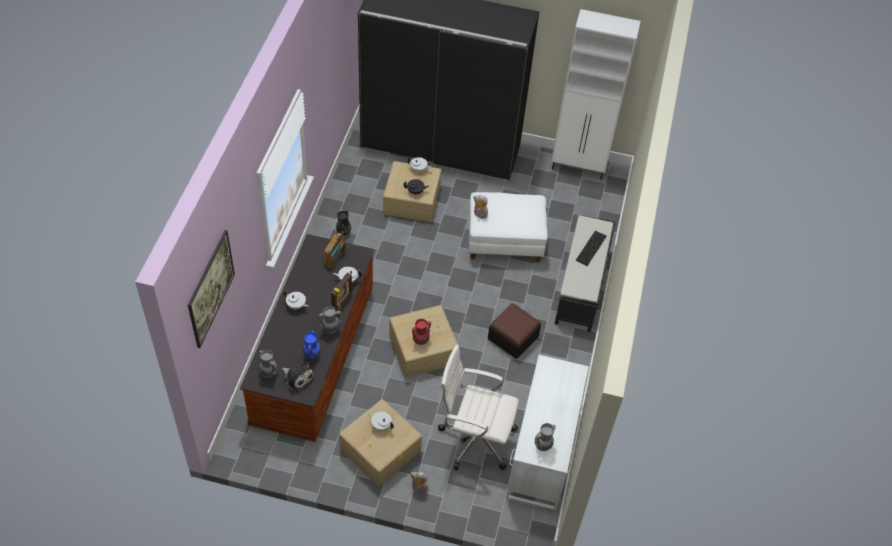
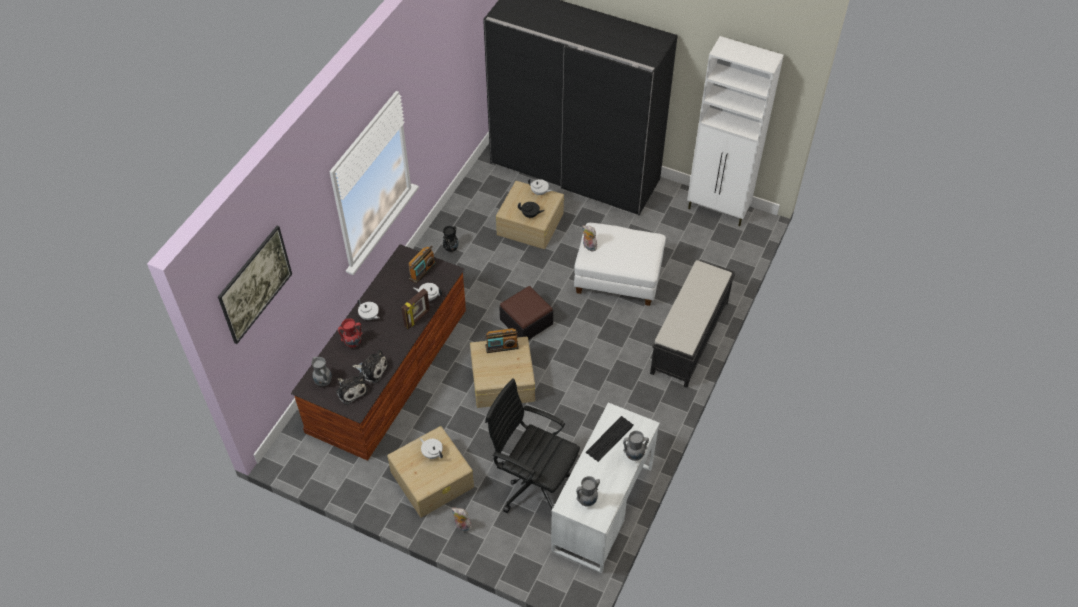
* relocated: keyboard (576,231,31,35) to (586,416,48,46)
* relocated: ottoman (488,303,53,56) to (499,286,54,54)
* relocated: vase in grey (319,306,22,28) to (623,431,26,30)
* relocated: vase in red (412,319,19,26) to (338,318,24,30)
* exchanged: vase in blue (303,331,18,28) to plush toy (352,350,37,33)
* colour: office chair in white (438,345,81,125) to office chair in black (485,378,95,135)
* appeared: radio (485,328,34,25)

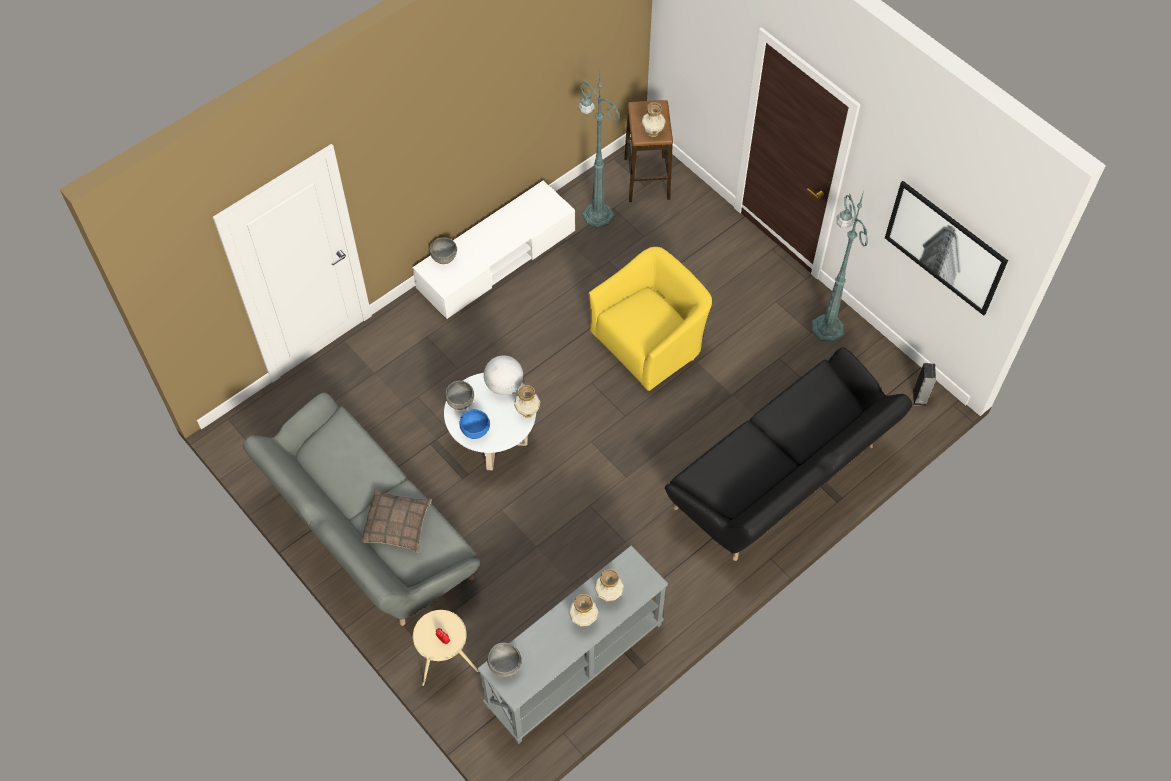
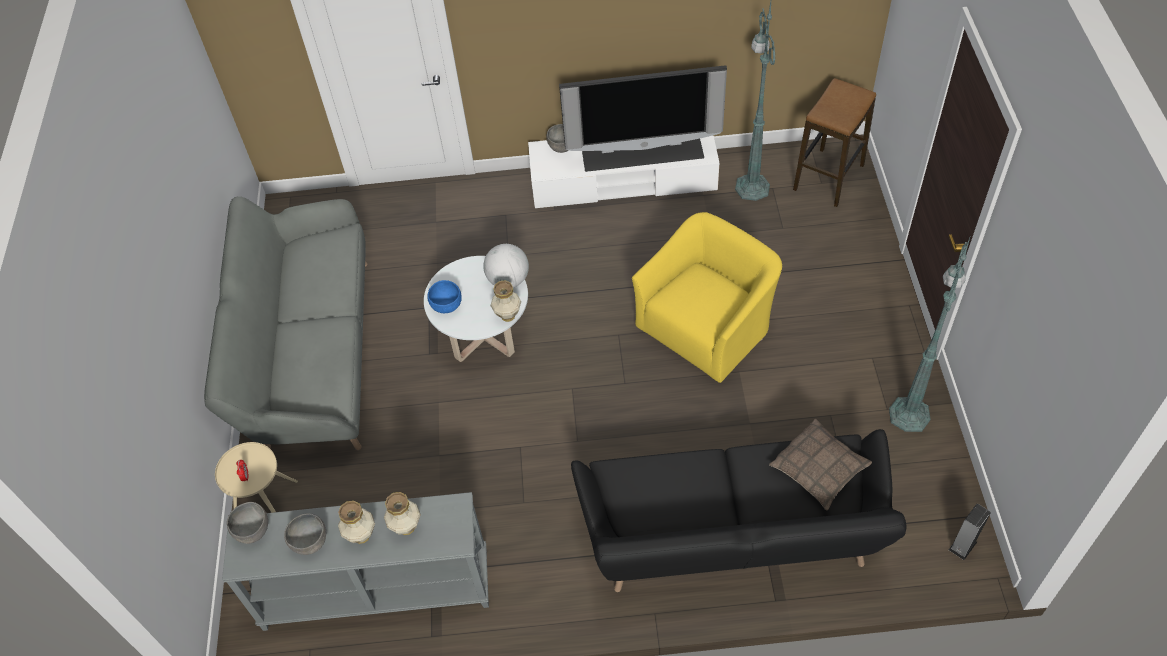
* missing: vase (642,103,24,34)
* missing: picture (885,181,123,135)
* spun: armchair in yellow (589,247,123,144) = (632,212,150,171) 45 degrees counterclockwise
* relocated: bowl in grey (445,381,29,29) to (284,513,42,42)
* relocated: pillow (362,490,70,62) to (769,419,103,92)
* appeared: television (559,65,168,107)

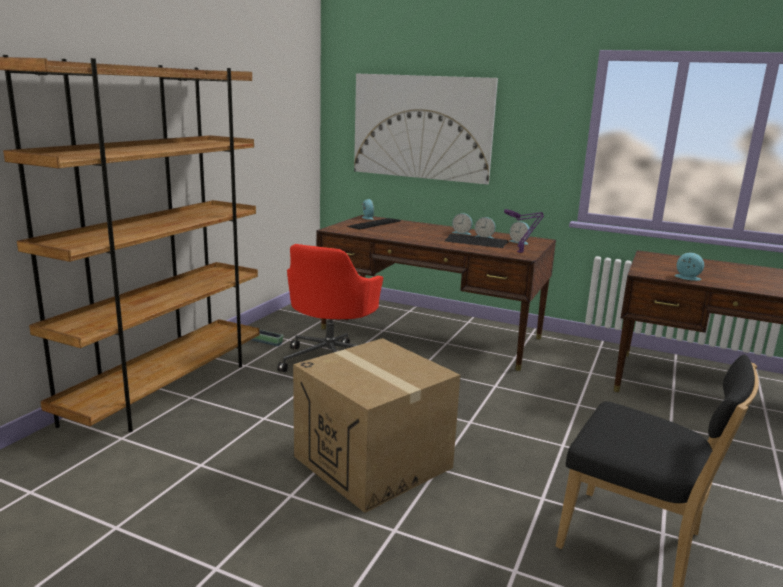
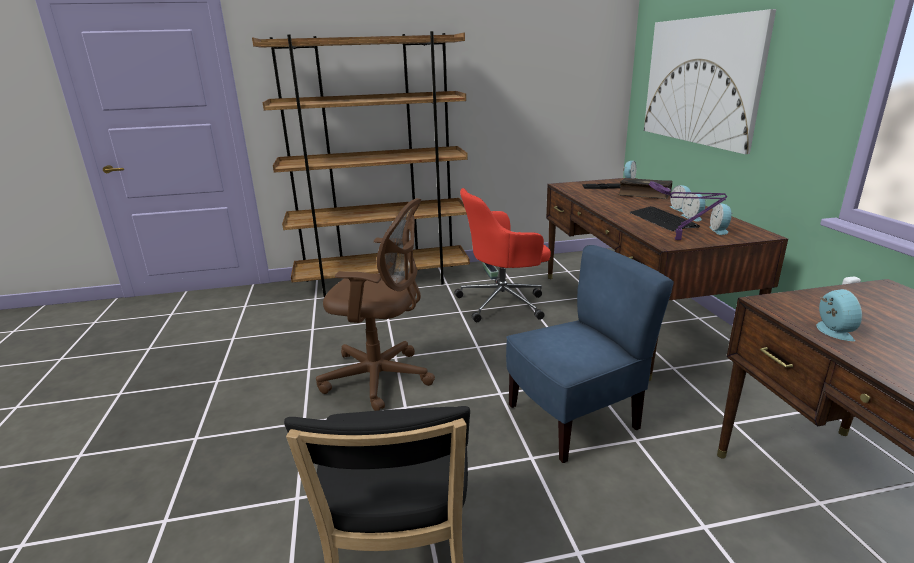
* exchanged: cardboard box (293,338,167,175) to office chair in brown (316,198,119,213)
* appeared: book (619,178,54,21)
* appeared: chair in blue (506,245,168,218)

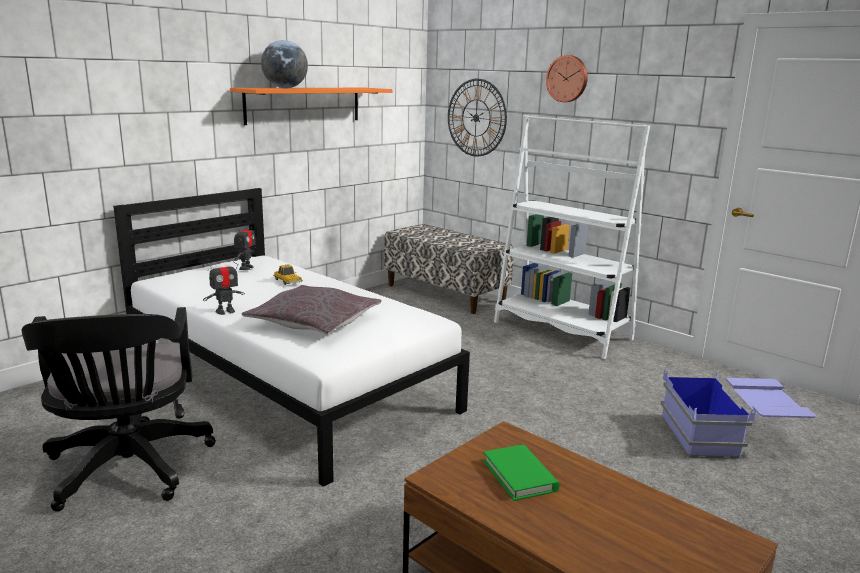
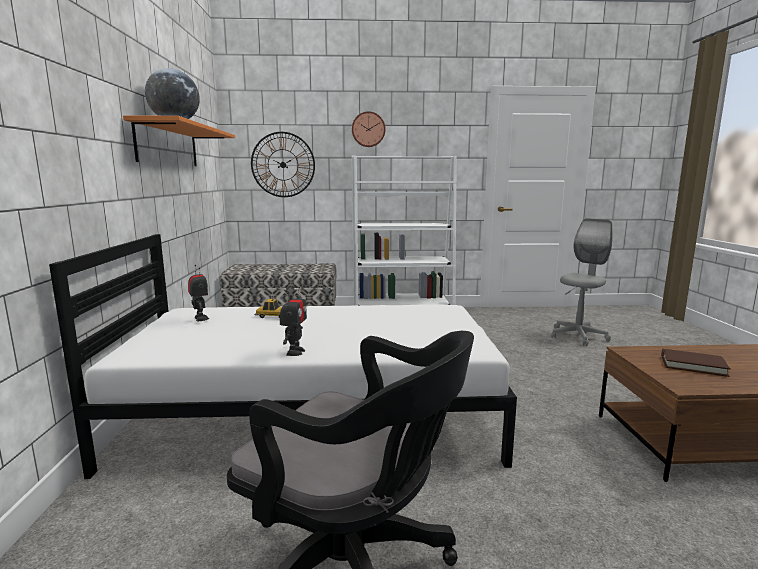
* missing: pillow in grey (242,285,140,49)
* exchanged: storage box in blue (660,370,156,89) to office chair in grey (551,218,62,128)
* colour: book in green (483,444,76,57) to book in brown (661,349,70,28)

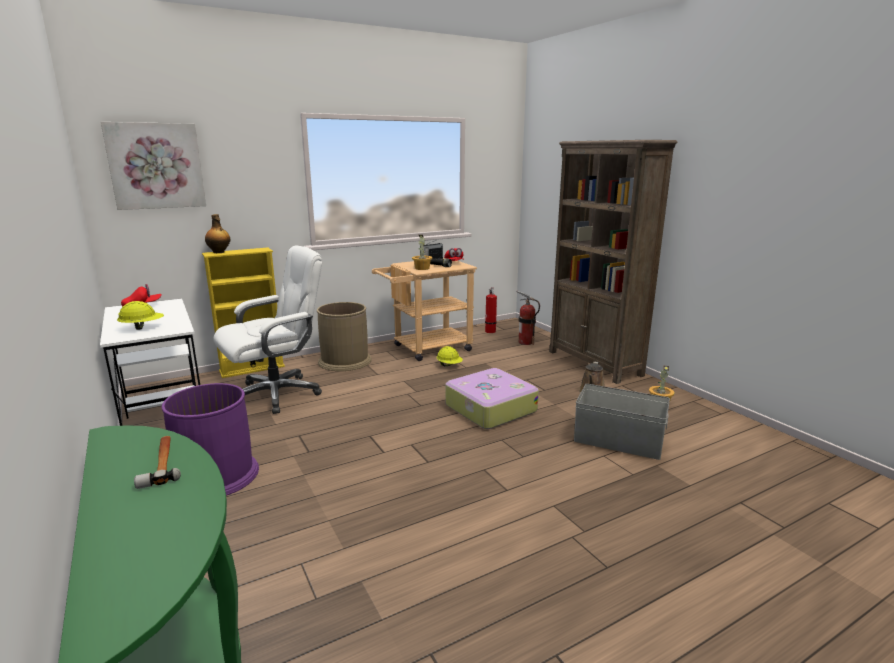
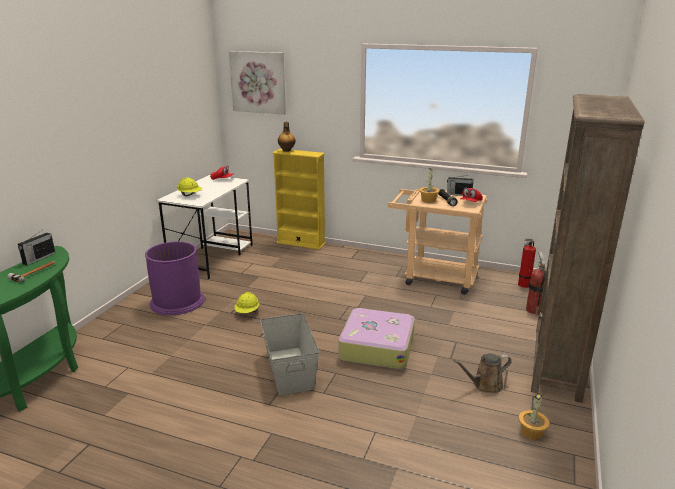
* missing: office chair in white (213,245,109,169)
* missing: trash can in brown (317,302,55,69)
* relocated: hard hat in yellow (437,346,26,20) to (234,292,26,21)
* relocated: storage box in grey (574,384,96,76) to (260,313,59,82)
* appeared: radio (18,231,37,34)

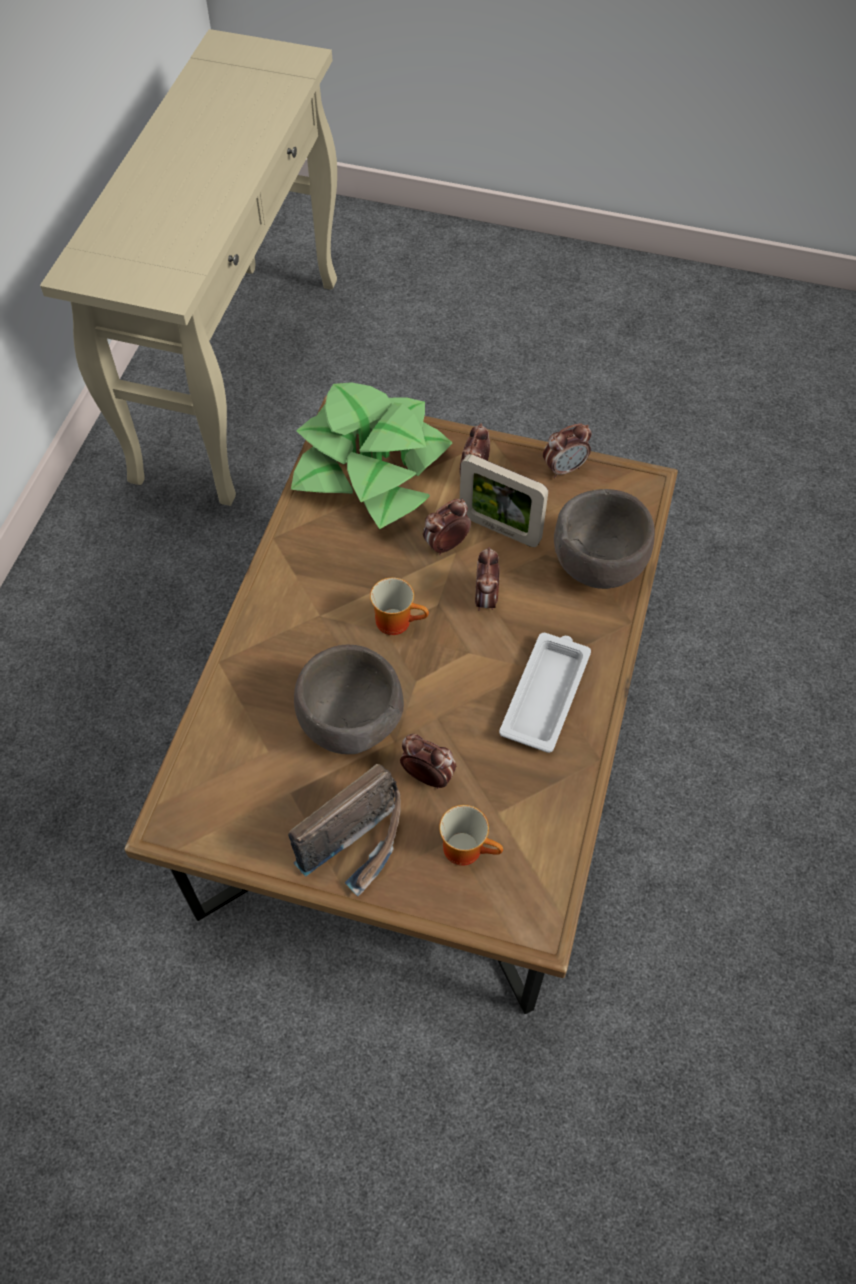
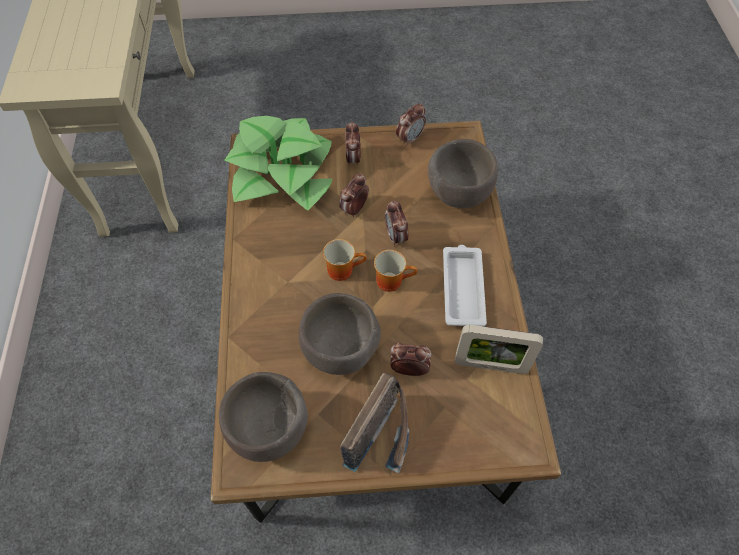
* relocated: picture frame (460,454,88,93) to (455,325,88,49)
* relocated: mug (439,805,64,61) to (374,250,43,42)
* appeared: bowl in brown (219,372,89,90)

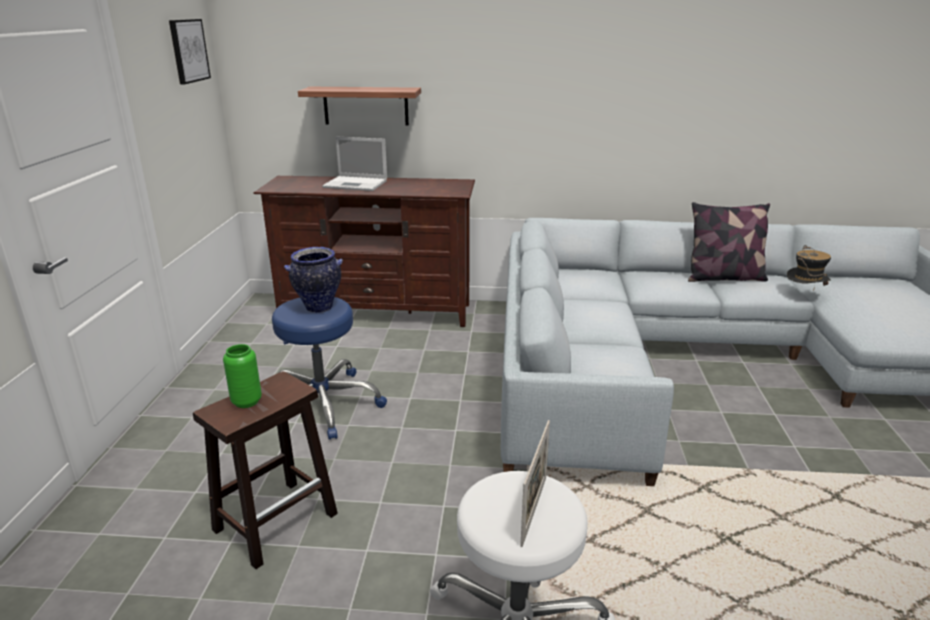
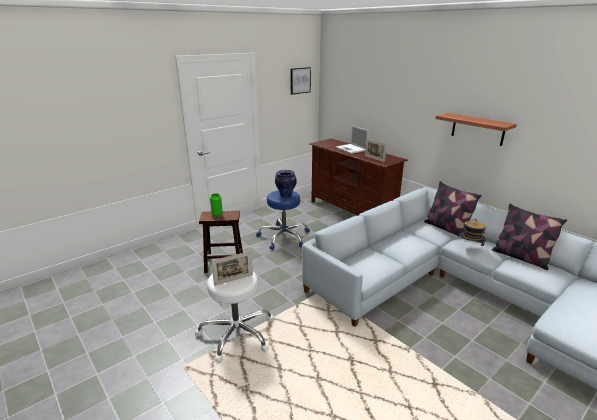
* relocated: shelf (298,87,123,39) to (435,113,82,33)
* relocated: hat (787,245,44,46) to (459,219,28,30)
* appeared: picture frame (365,139,22,23)
* appeared: pillow (424,181,58,55)

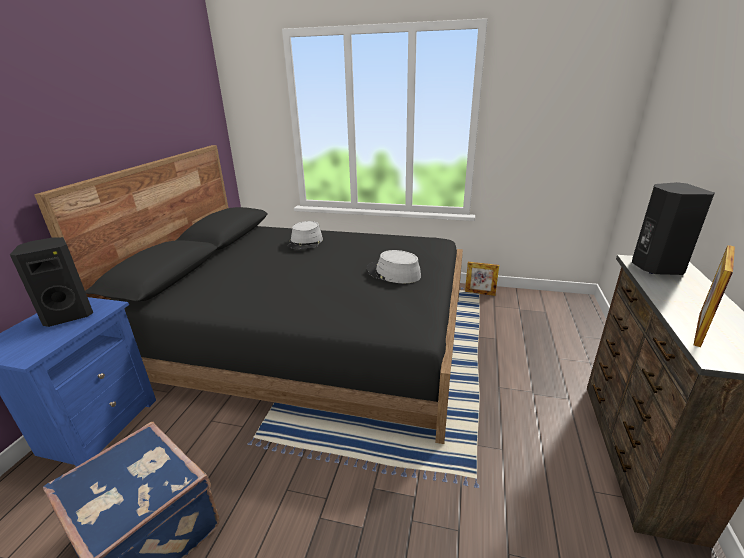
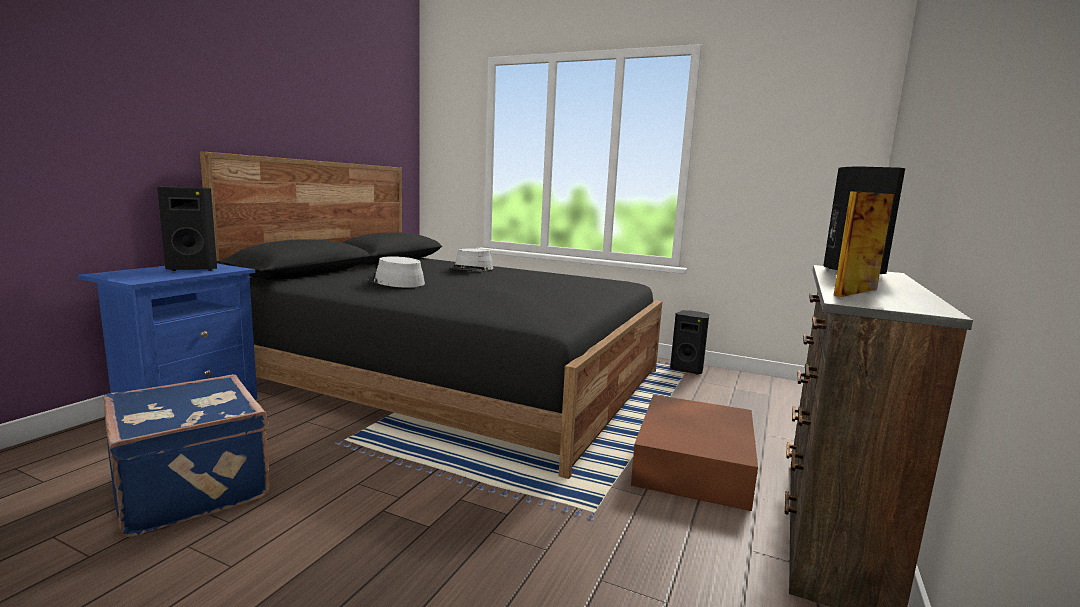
* relocated: hat in grey (367,250,54,33) to (368,256,57,31)
* exchanged: picture frame (465,262,34,34) to speaker in black (670,310,39,64)
* appeared: storage box in brown (631,395,127,116)

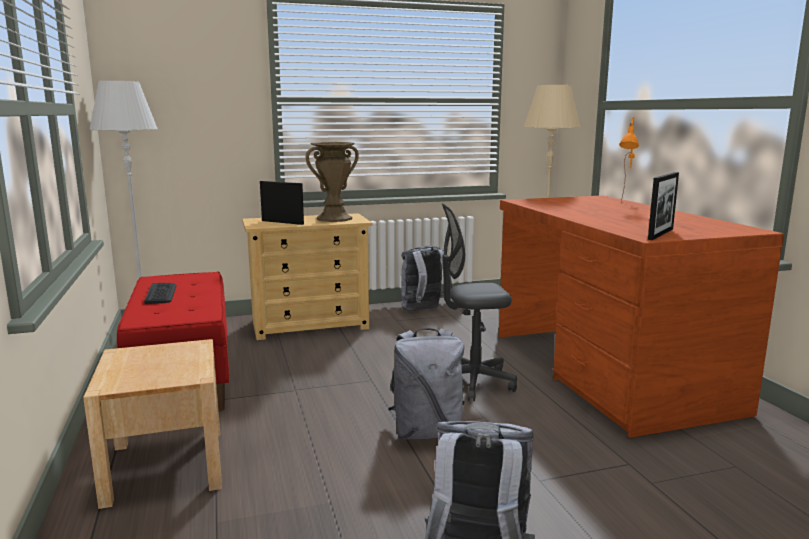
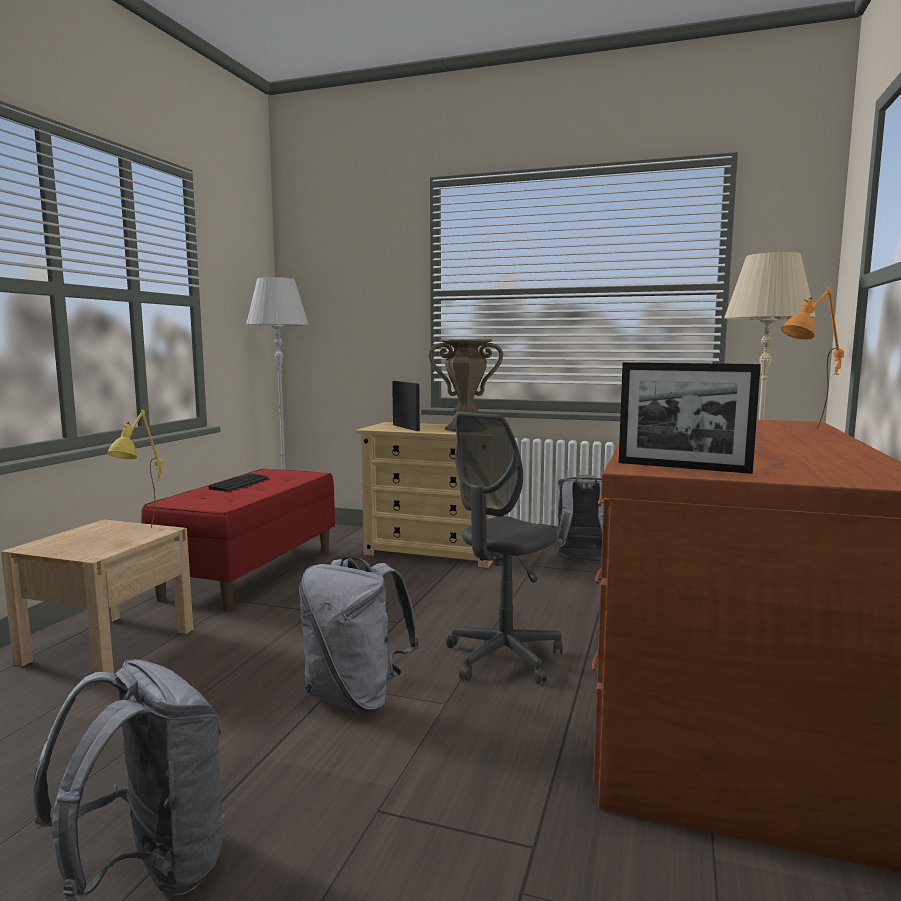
* spun: picture frame (648,172,31,68) = (619,362,142,112) 45 degrees clockwise
* spun: office chair in grey (442,203,75,198) = (446,411,117,273) 75 degrees counterclockwise
* appeared: table lamp in yellow (107,410,56,118)

